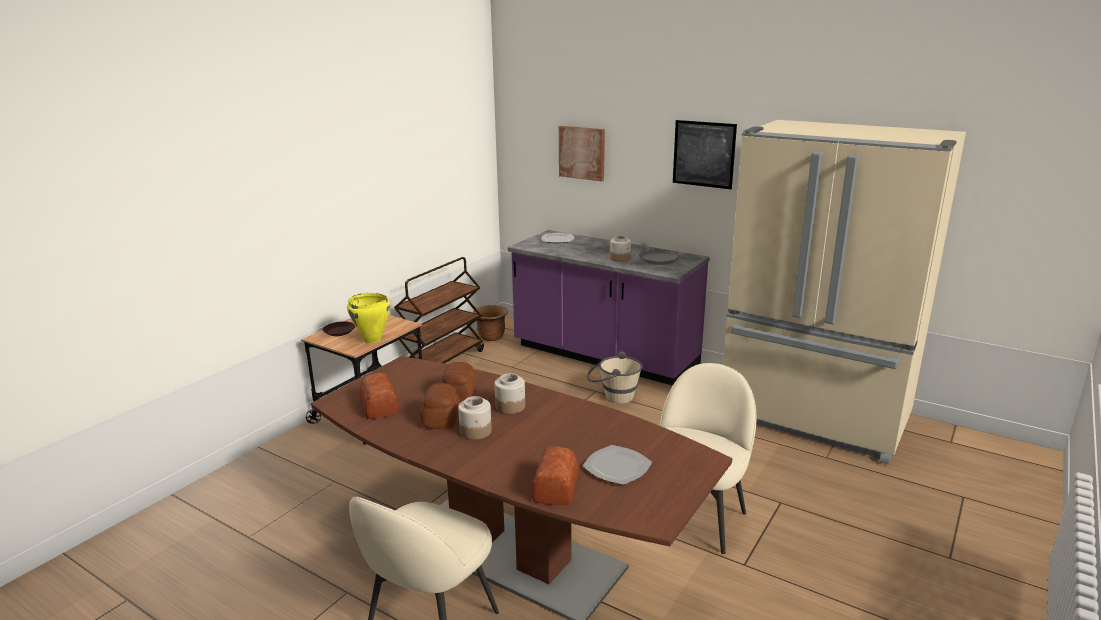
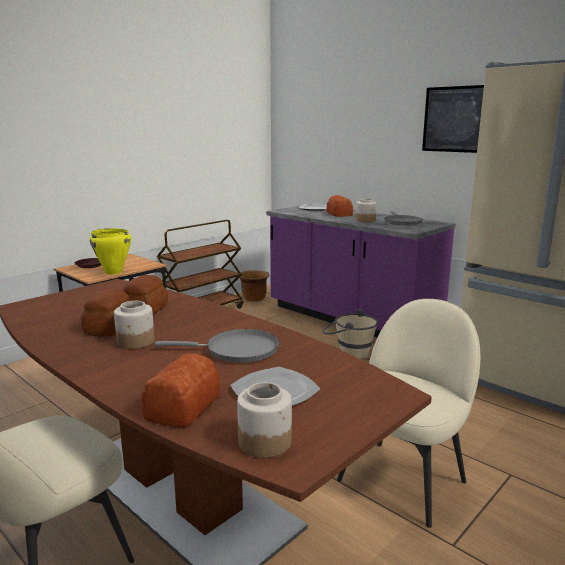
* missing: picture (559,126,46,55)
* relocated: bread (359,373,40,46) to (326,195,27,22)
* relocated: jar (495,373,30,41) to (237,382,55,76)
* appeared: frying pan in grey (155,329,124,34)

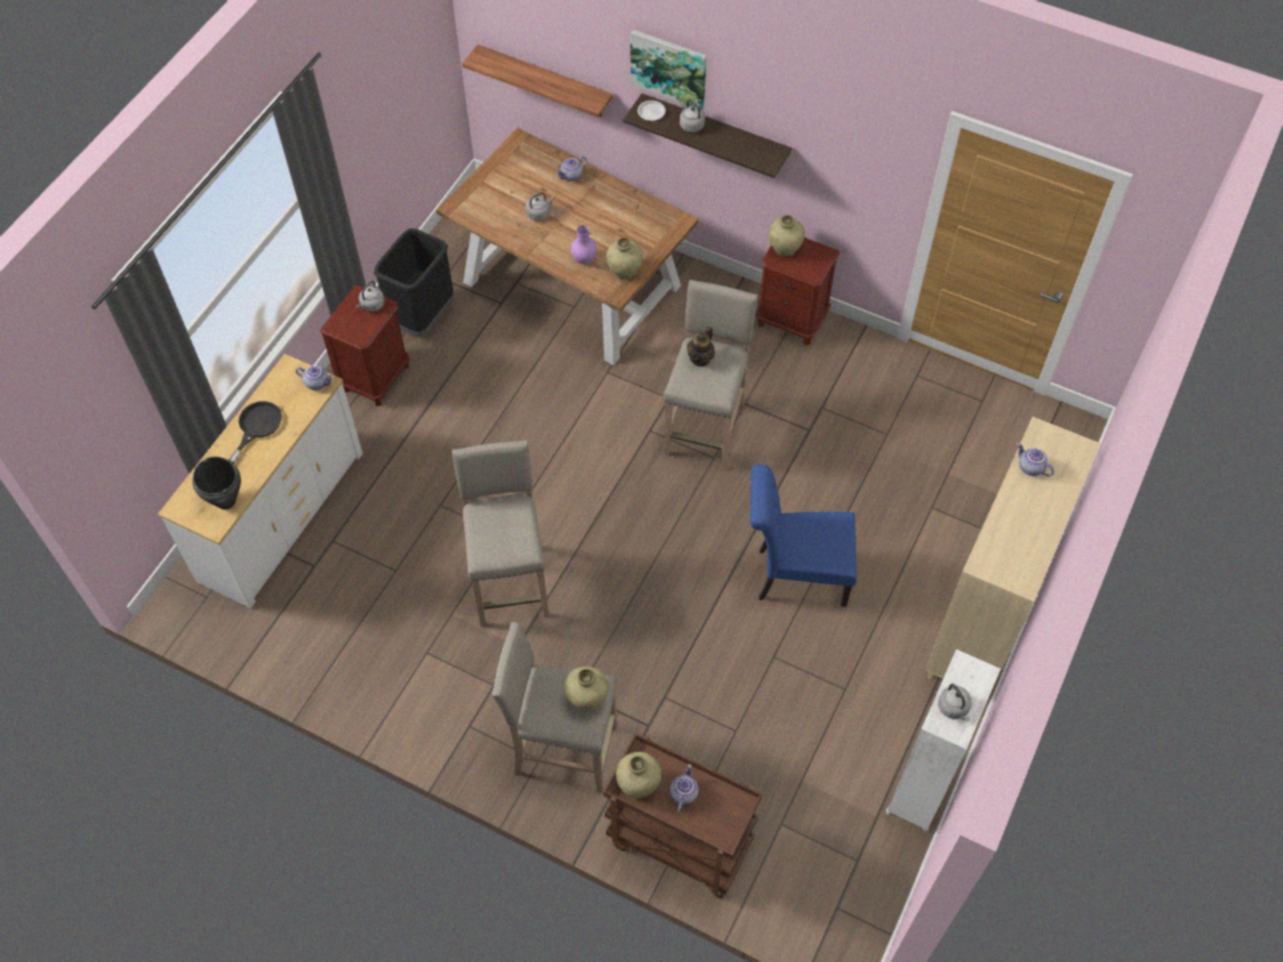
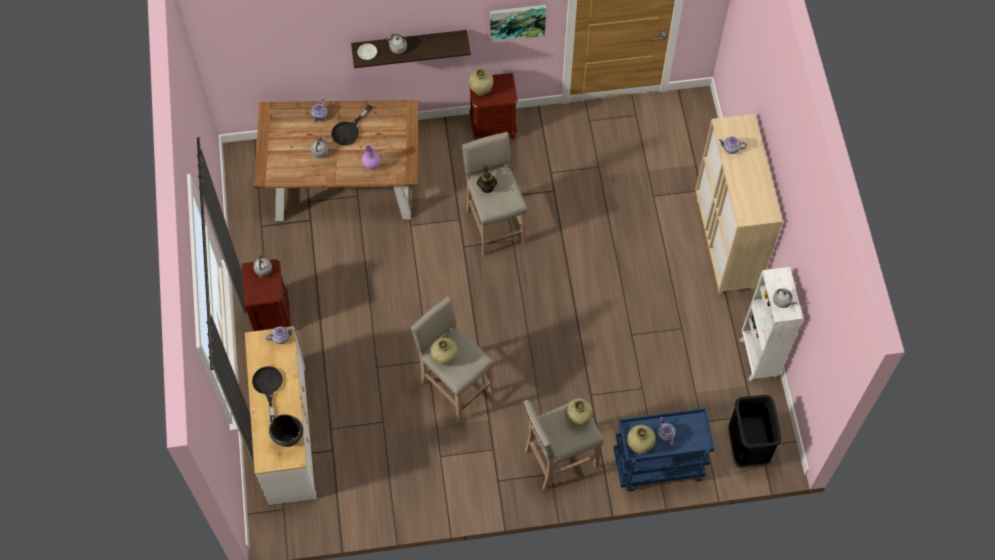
* relocated: picture (630,30,77,80) to (490,5,56,38)
* missing: shelf (462,44,151,73)
* relocated: trash can in black (374,228,80,109) to (728,395,53,73)
* relocated: vase in beige (606,237,37,42) to (430,337,28,28)
* missing: chair in blue (750,464,107,143)
* colour: cart in brown (603,733,159,166) to cart in blue (614,407,101,85)
* appeared: frying pan in black (331,105,41,41)

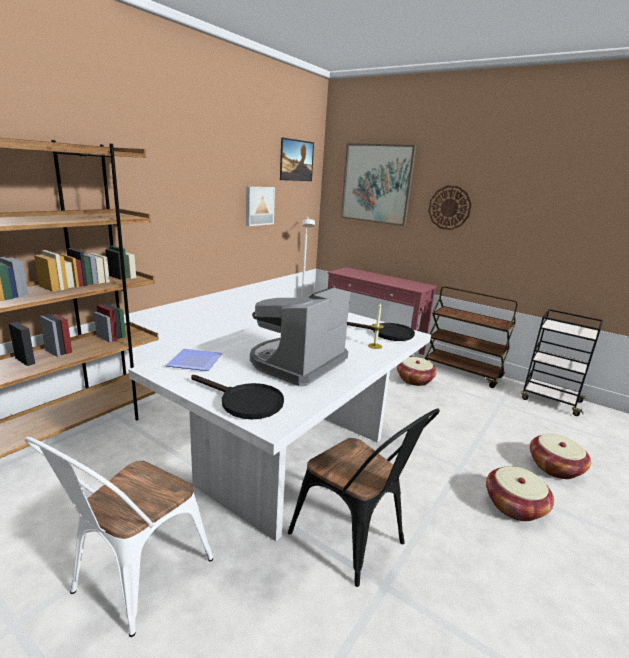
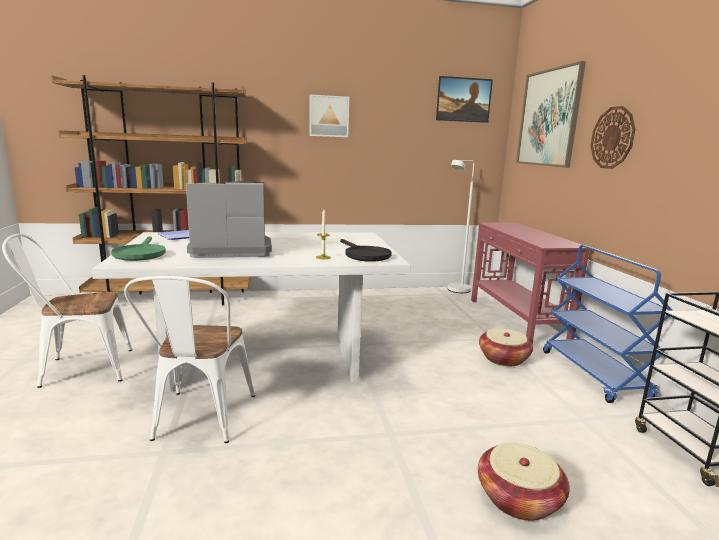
* relocated: picture (246,187,29,39) to (309,95,40,42)
* colour: cart in brown (425,286,93,102) to cart in blue (543,245,129,158)
* colour: frying pan in black (191,375,93,44) to frying pan in green (111,236,55,25)
* colour: chair in black (288,409,152,178) to chair in white (124,276,131,167)
* missing: basket (486,466,68,55)

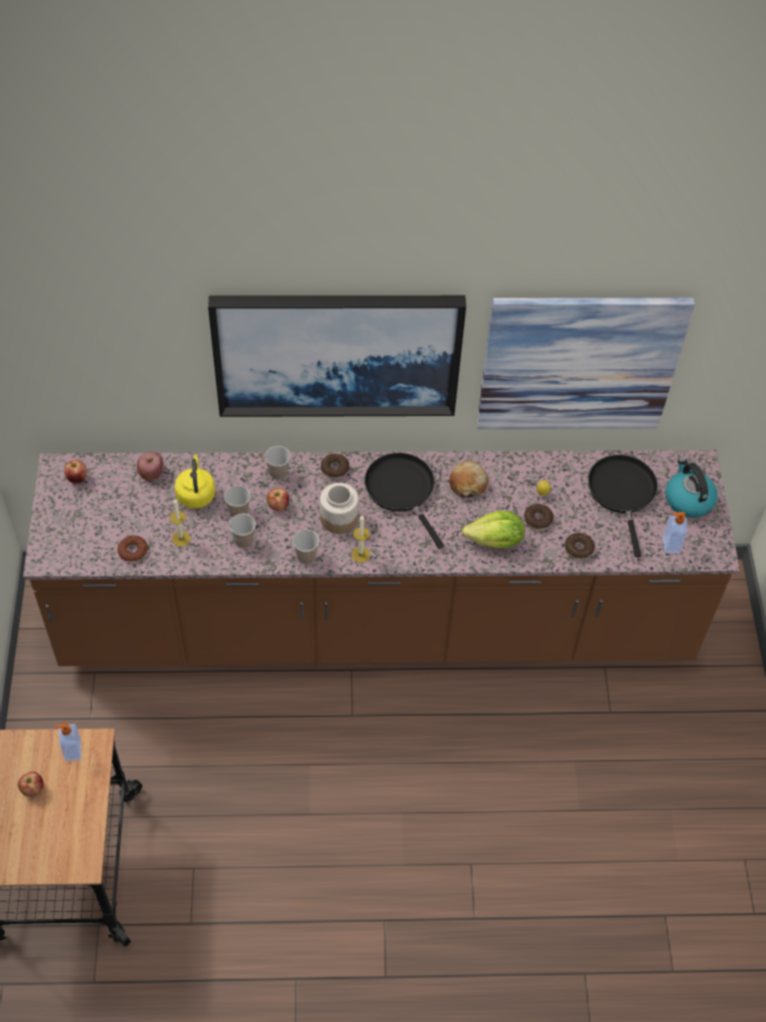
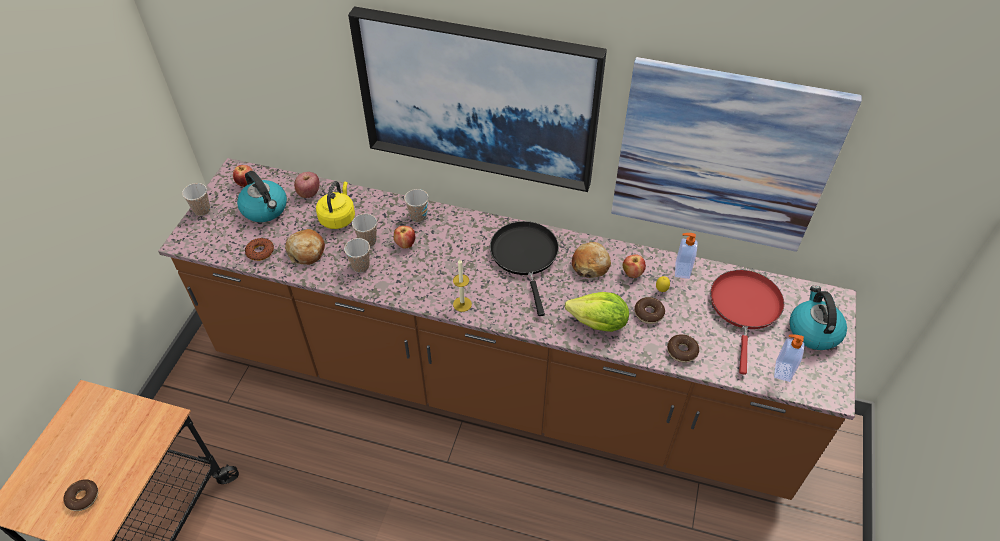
* relocated: donut (321,454,28,25) to (64,479,34,32)
* colour: frying pan in black (588,454,70,103) to frying pan in red (710,270,74,105)
* missing: jar (320,483,39,51)
* exchanged: candle (170,499,21,48) to bread (285,229,40,36)
* relocated: cup (293,530,26,34) to (182,183,28,33)
* relocated: soap dispenser (55,723,26,39) to (675,233,22,46)
* relocated: apple (18,772,26,25) to (623,254,23,24)
* appeared: kettle (237,171,50,51)

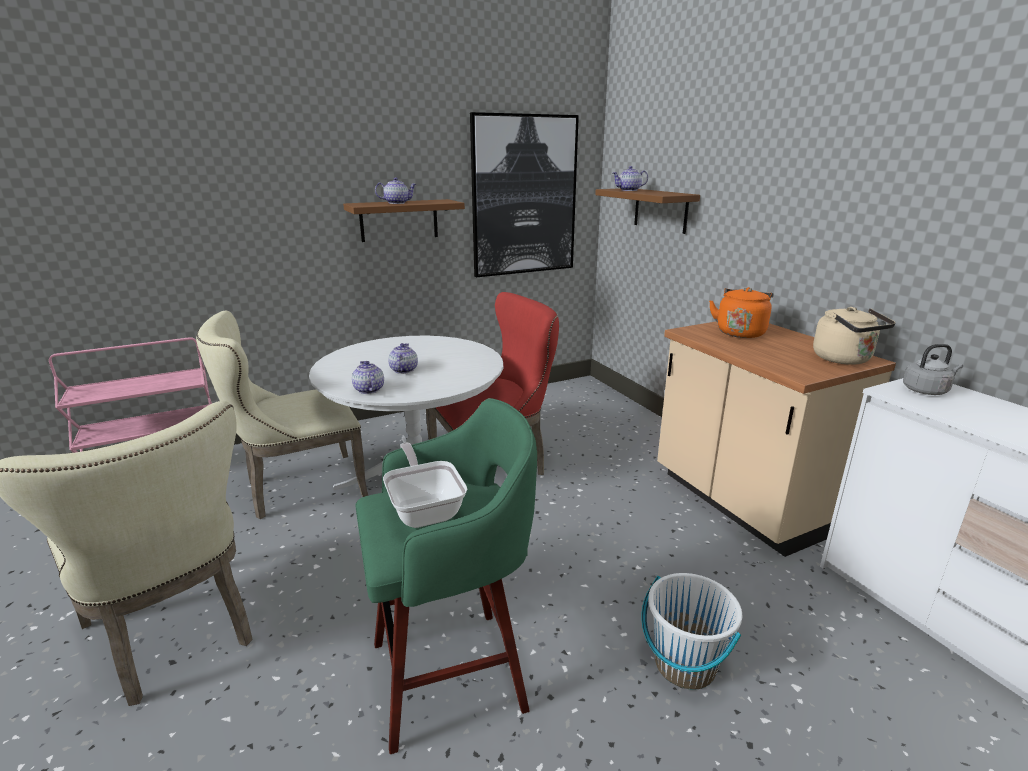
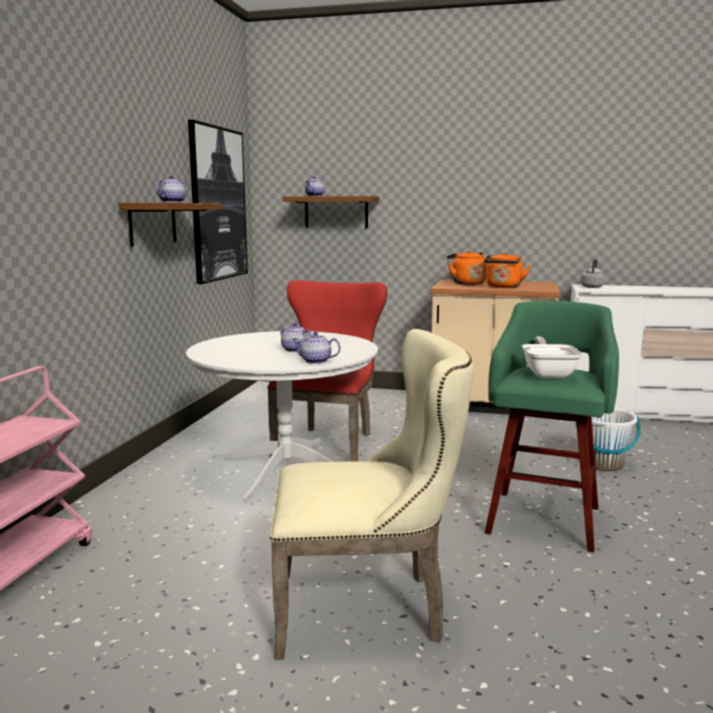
* missing: kettle in beige (813,307,83,58)
* missing: chair in beige (196,311,172,208)
* spun: frying pan (383,443,84,85) = (522,337,60,41) 75 degrees clockwise
* appeared: kettle in orange (484,252,47,36)

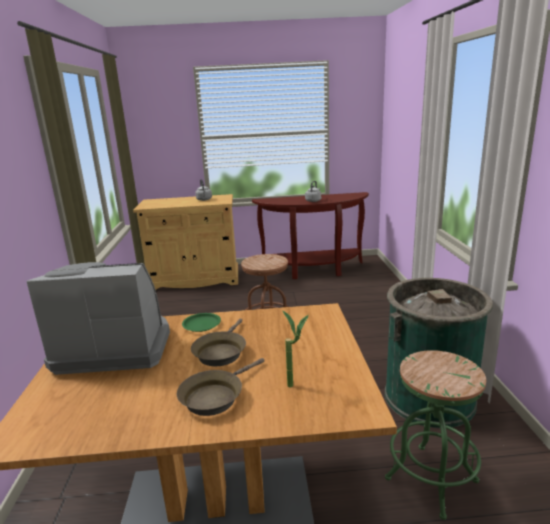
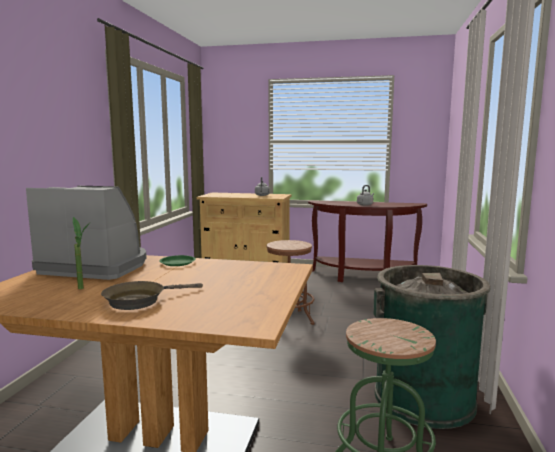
* relocated: potted plant (282,310,27,77) to (73,217,17,72)
* missing: frying pan in brown (191,318,55,49)

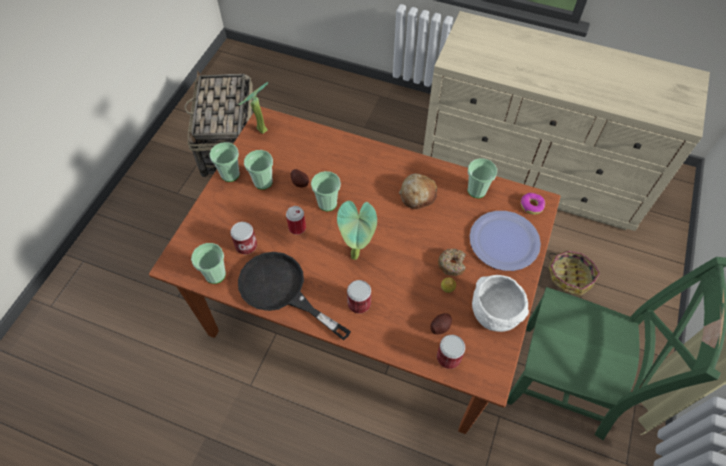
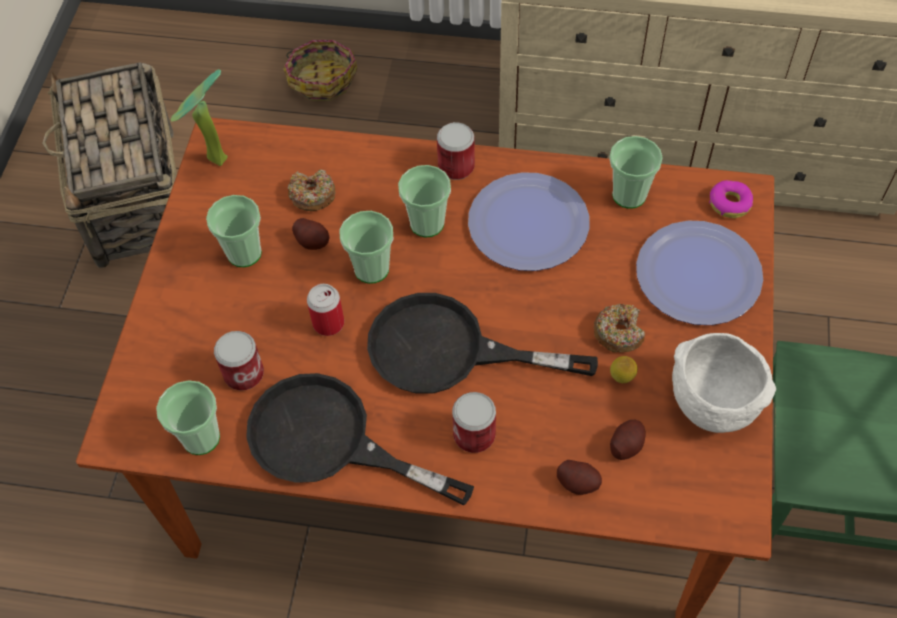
* relocated: cup (210,142,30,40) to (398,165,53,72)
* exchanged: bread (399,173,38,36) to plate (468,172,121,99)
* exchanged: potted plant (337,201,40,59) to frying pan in black (367,293,231,101)
* relocated: basket (548,251,52,45) to (283,40,74,61)
* relocated: can (437,335,28,34) to (437,122,38,58)
* appeared: donut (288,170,47,41)
* appeared: potato (557,460,45,35)

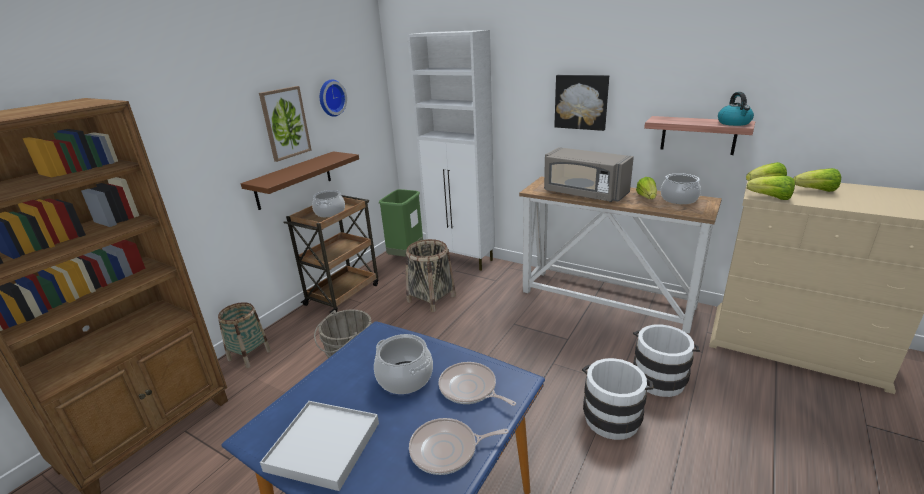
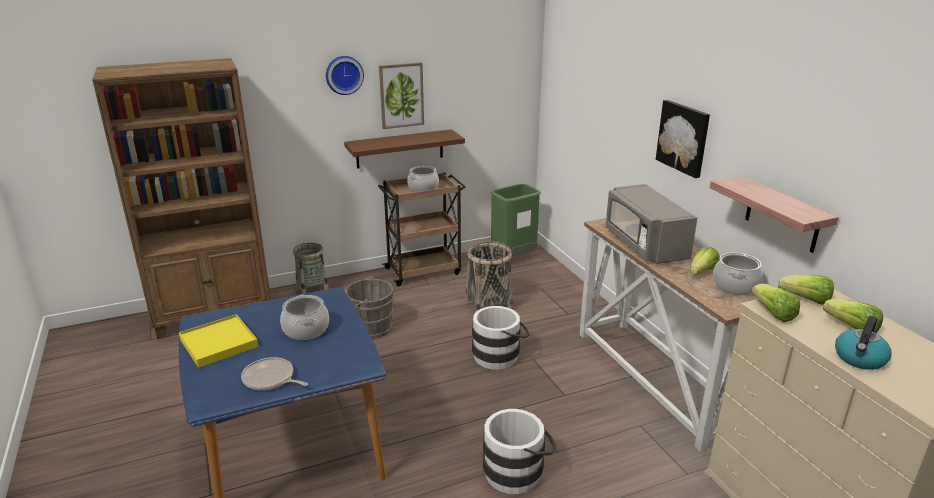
* missing: cabinet in white (407,30,88,241)
* relocated: wall clock (320,79,27,38) to (326,56,38,39)
* relocated: kettle (718,92,36,34) to (835,316,57,54)
* relocated: bucket in white (633,325,67,72) to (472,306,58,64)
* missing: frying pan (438,362,78,44)
* colour: tray in white (260,401,119,90) to tray in yellow (179,314,79,54)

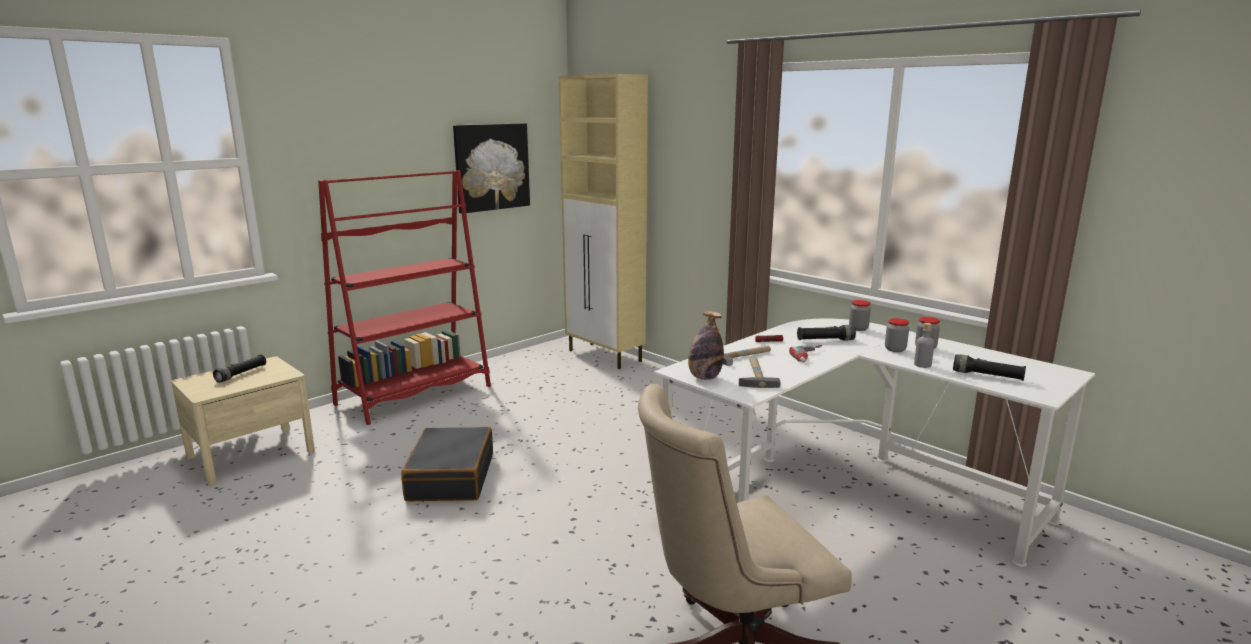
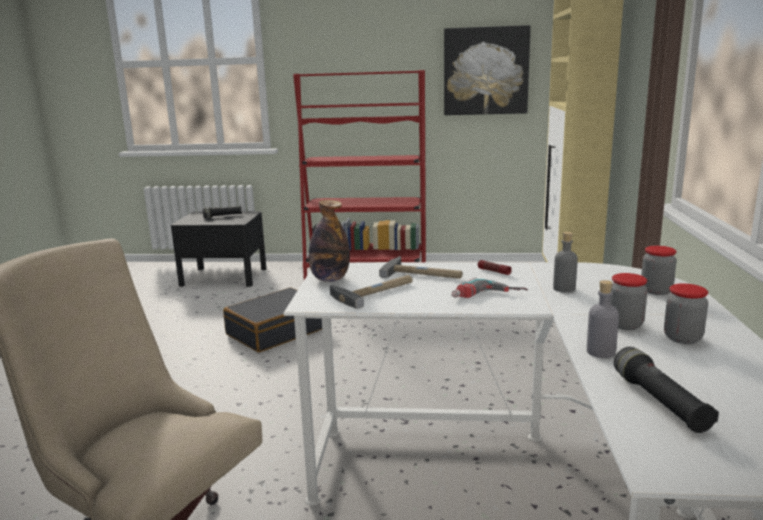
* exchanged: flashlight in black (797,325,59,15) to bottle in grey (553,232,25,61)
* colour: nightstand in beige (171,356,144,129) to nightstand in black (171,211,95,76)

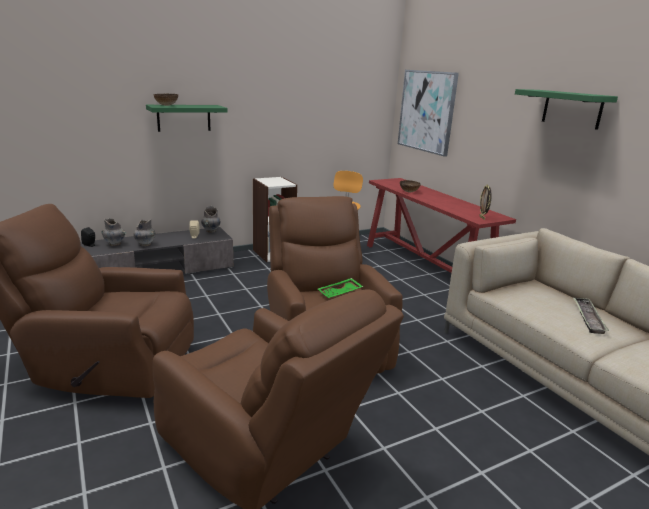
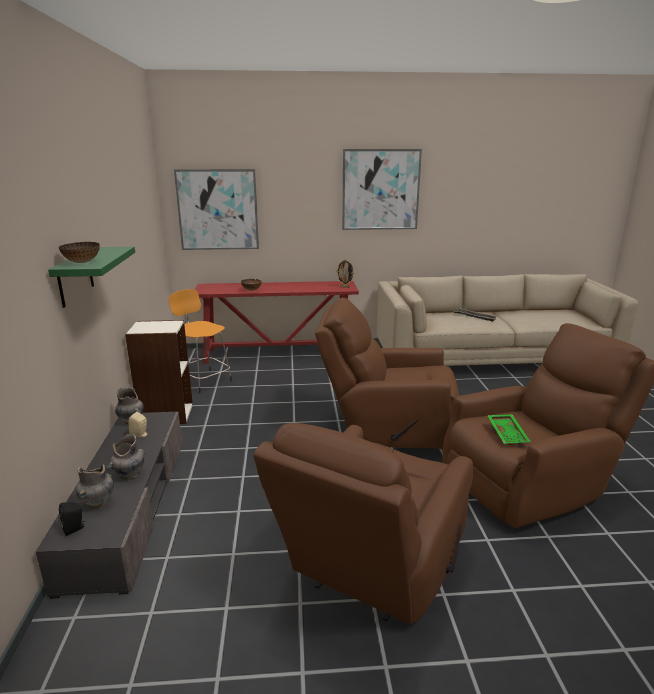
* exchanged: shelf in green (515,89,103,41) to picture (342,149,80,81)
* relocated: tray in green (318,278,45,20) to (487,414,44,31)

